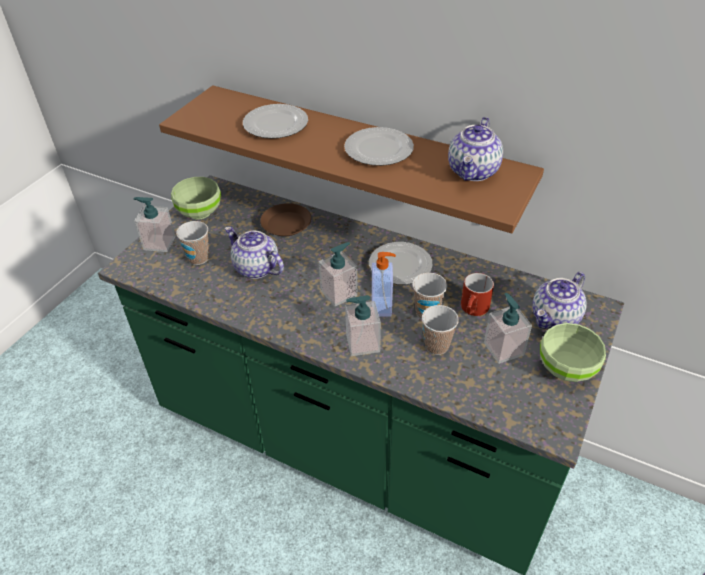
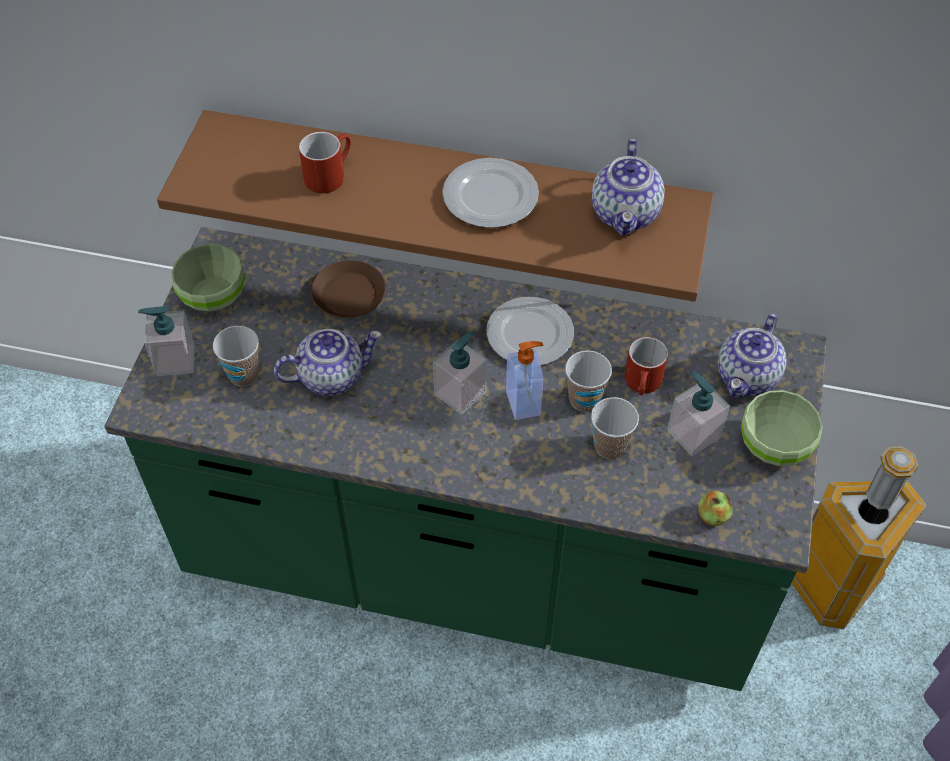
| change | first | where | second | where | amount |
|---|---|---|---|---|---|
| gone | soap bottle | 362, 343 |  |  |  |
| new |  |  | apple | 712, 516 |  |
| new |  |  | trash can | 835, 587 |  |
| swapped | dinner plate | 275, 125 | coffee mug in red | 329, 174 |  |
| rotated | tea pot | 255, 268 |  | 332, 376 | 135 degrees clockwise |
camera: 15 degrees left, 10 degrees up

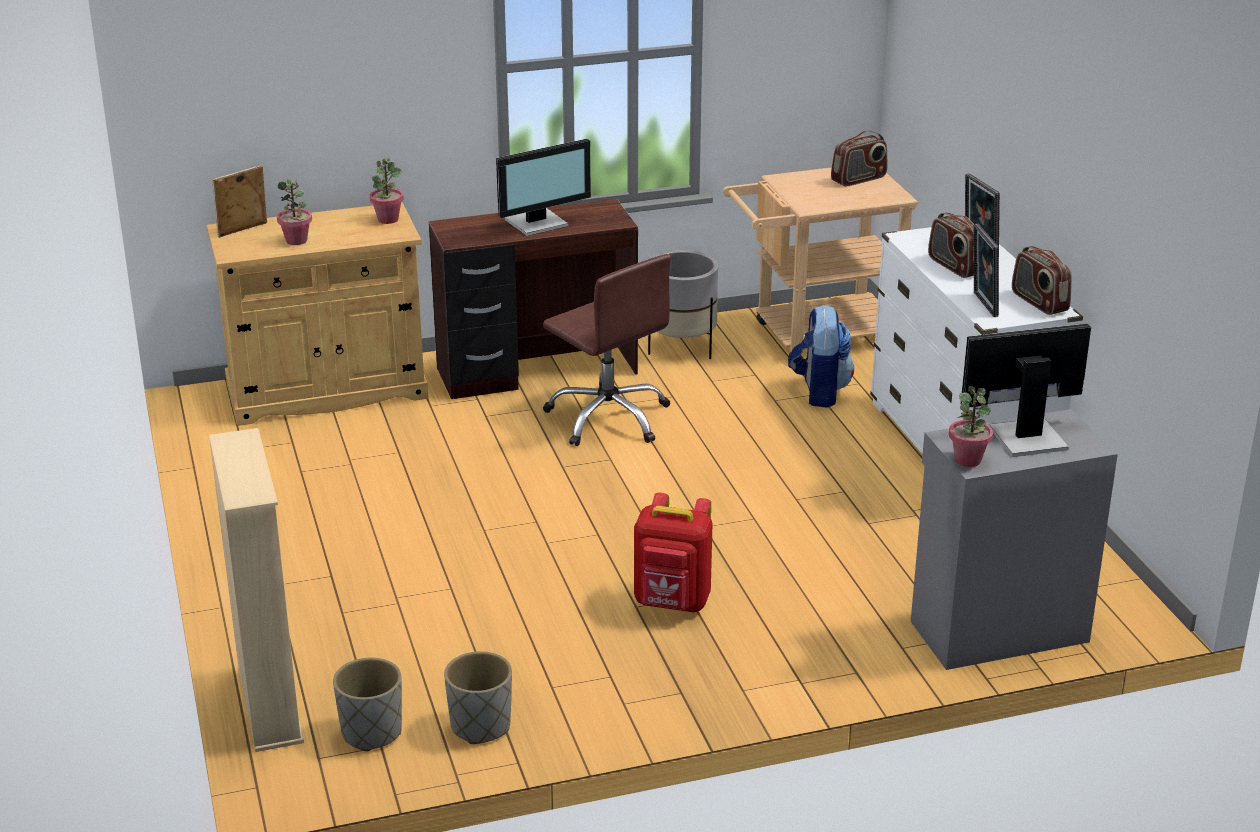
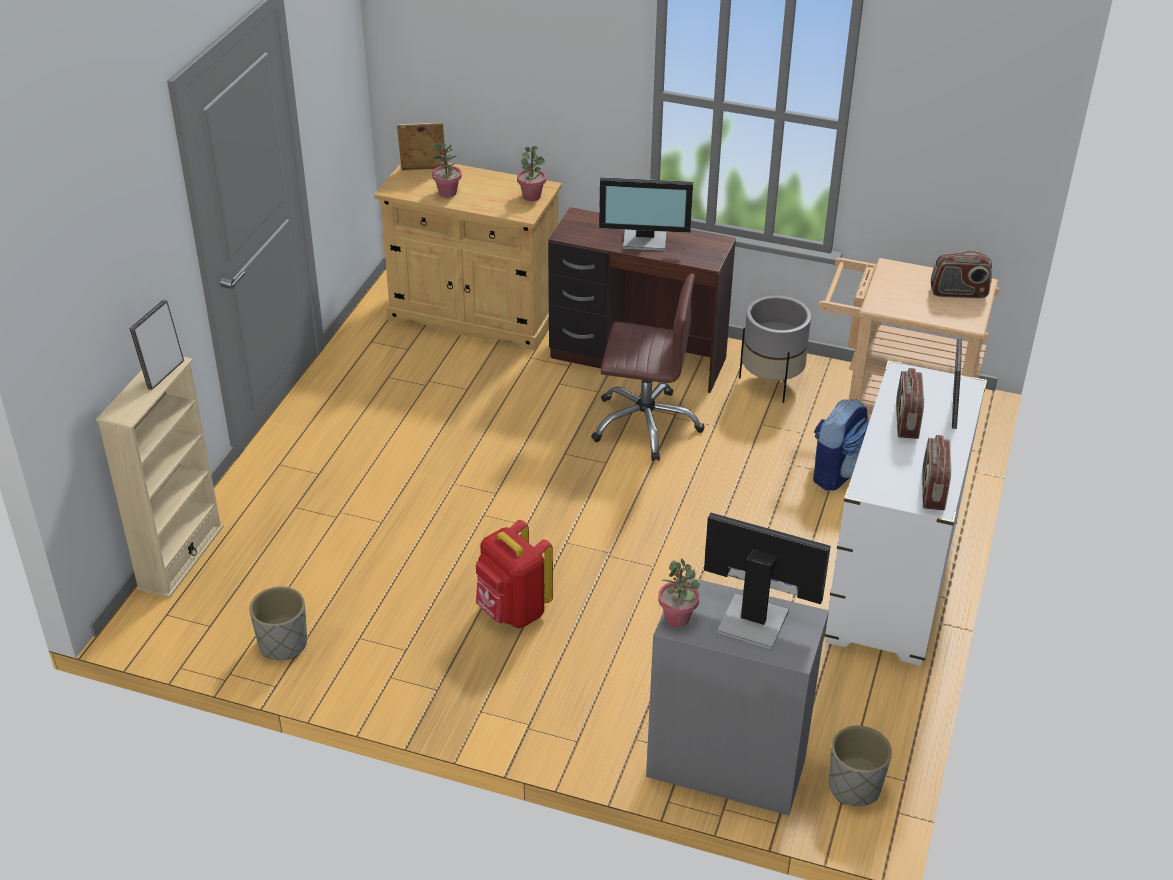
| change | first | where | second | where | amount |
|---|---|---|---|---|---|
| shifted | flower pot in grey | 372, 732 |  | 854, 787 |  |
| shifted | standing frame | 982, 305 |  | 163, 374 |  |
| rotated | computer chair in brown | 609, 417 |  | 645, 424 | 75 degrees counterclockwise |
camera: 35 degrees right, 10 degrees up

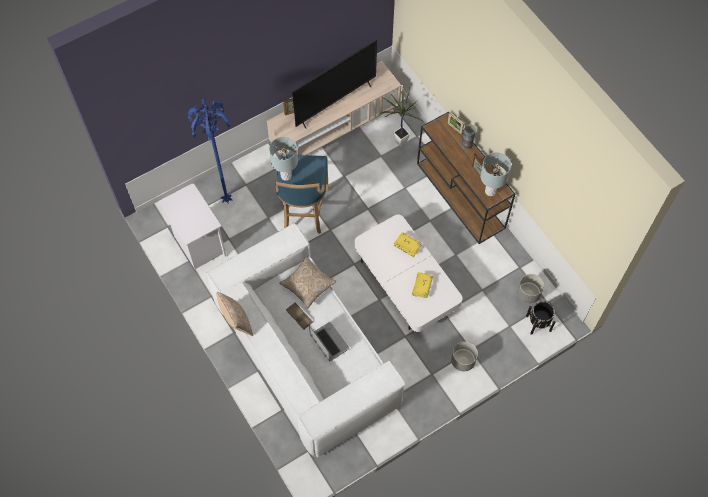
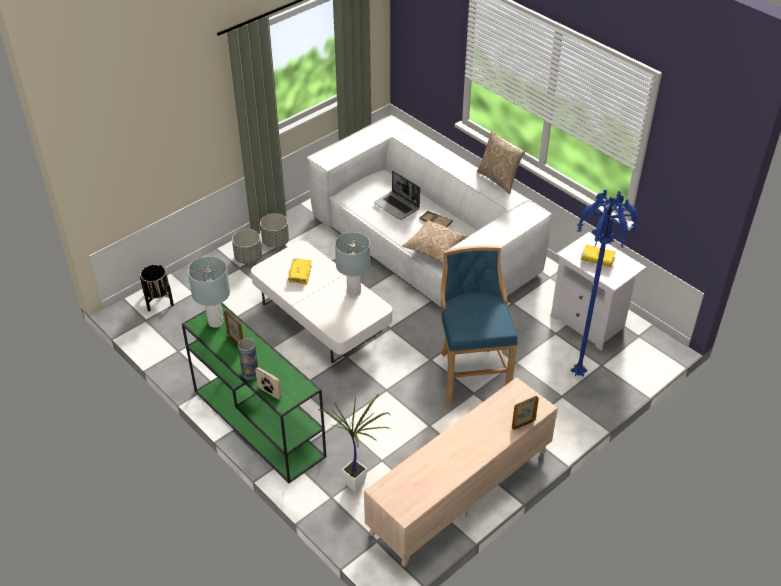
| change | first | where | second | where | amount |
|---|---|---|---|---|---|
| gone | television | 335, 103 |  |  |  |
| shifted | table lamp in grey | 286, 176 |  | 354, 292 |  |
| shifted | bound book in yellowish | 407, 246 |  | 597, 259 |  |
| shifted | flower pot in grey | 528, 294 |  | 276, 241 |  |
| repainted | console table in brown | 461, 196 | console table in green | 257, 422 |  |
camera: 170 degrees right, 20 degrees down

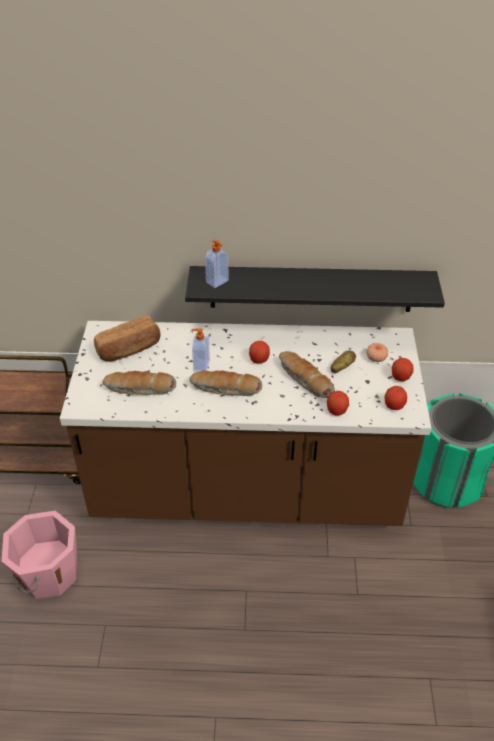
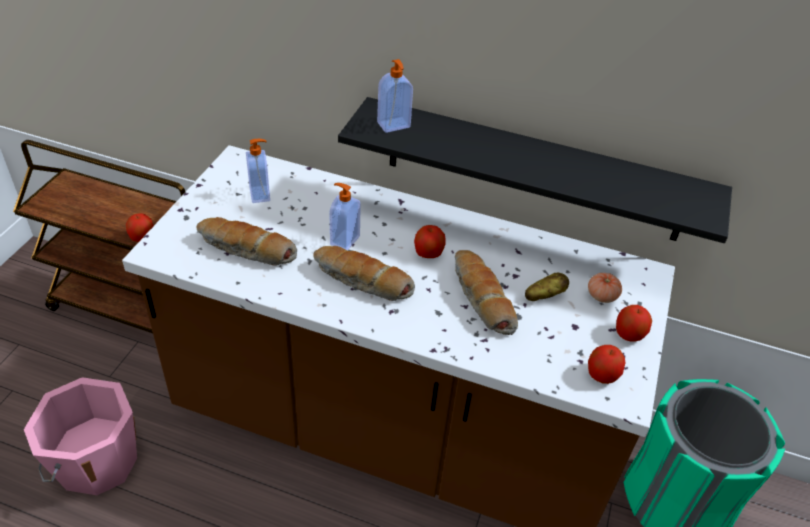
| change | first | where | second | where | amount |
|---|---|---|---|---|---|
| shifted | apple | 336, 411 |  | 142, 237 |  |
| swapped | bakery bread | 129, 349 | soap bottle | 261, 194 |  |
camera: 15 degrees right, 0 degrees up

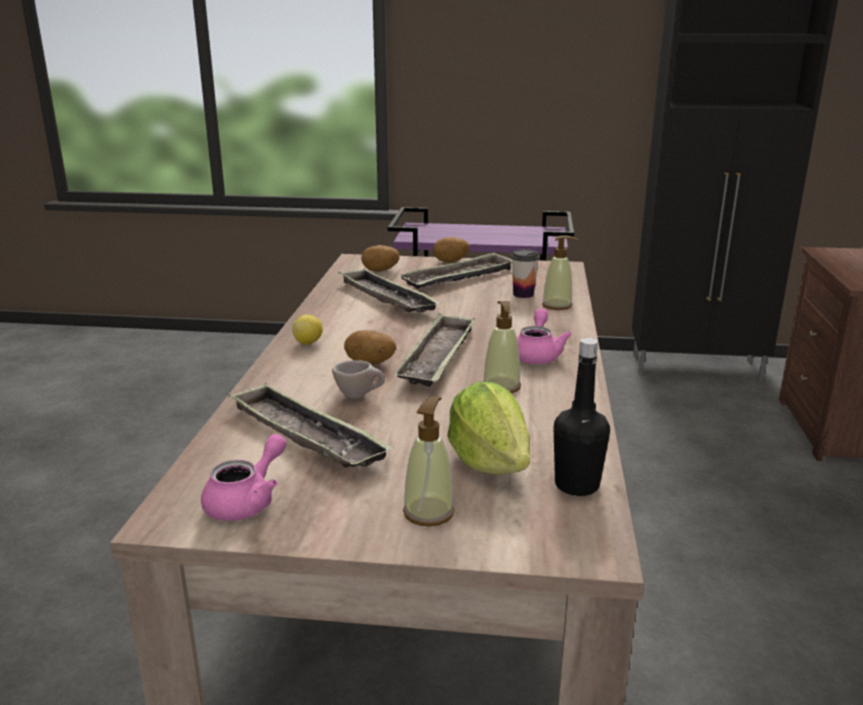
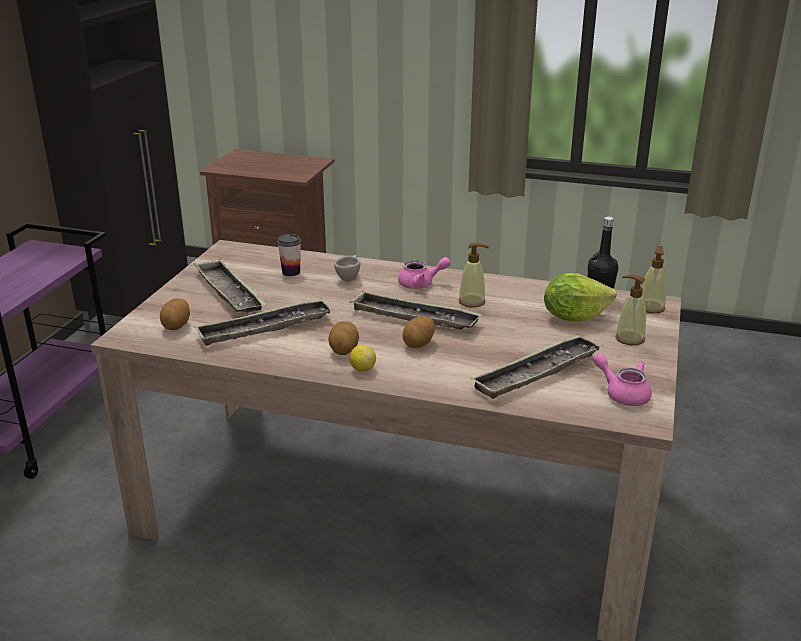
| change | first | where | second | where | amount |
|---|---|---|---|---|---|
| shifted | drinking cup in sand-coloured | 359, 396 |  | 349, 278 |  |
| shifted | whole potato | 451, 261 |  | 344, 350 |  |
| shifted | soap bottle | 557, 305 |  | 651, 307 |  |
| rotated | tea pot in pink | 537, 355 |  | 421, 284 | 150 degrees clockwise |
camera: 80 degrees left, 5 degrees up

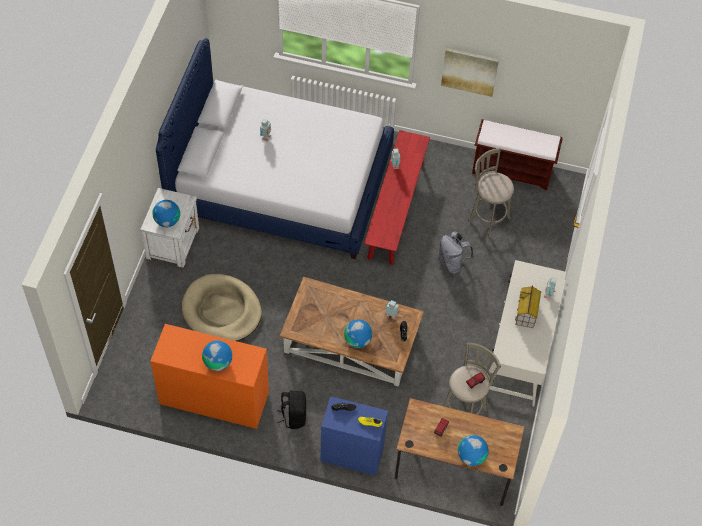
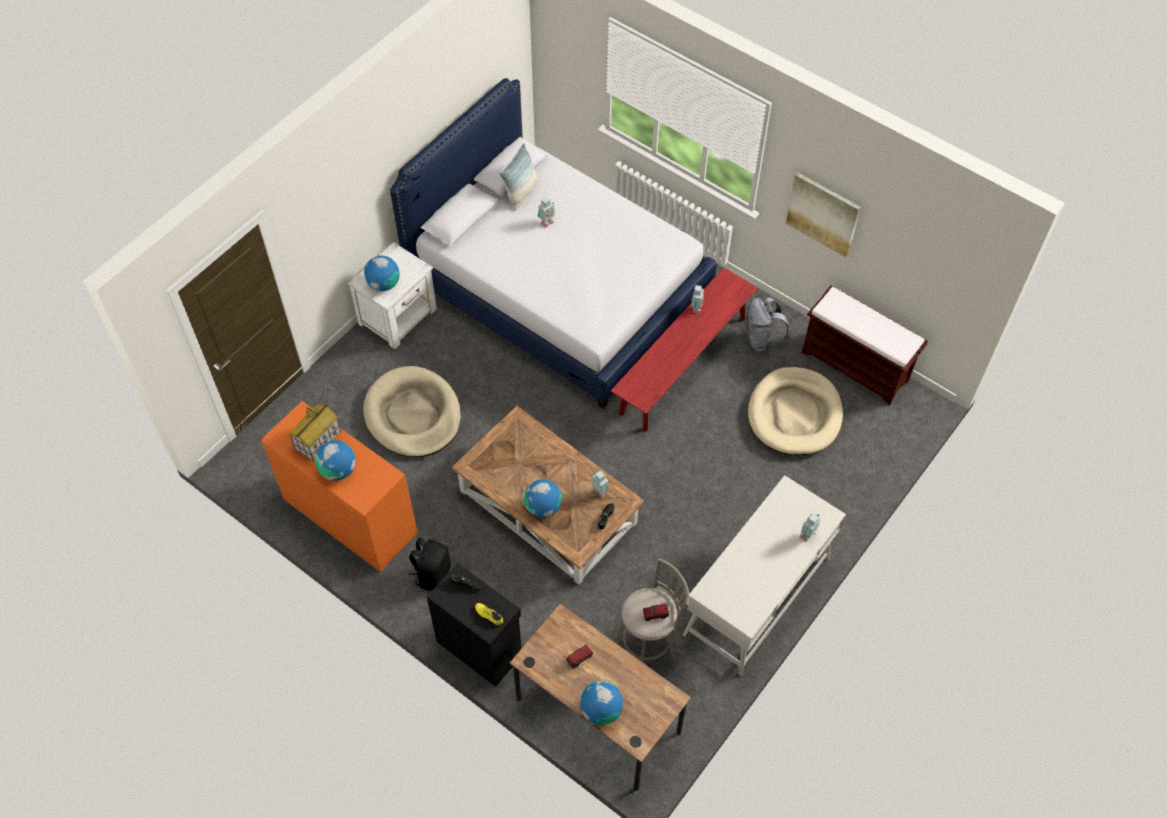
| change | first | where | second | where | amount |
|---|---|---|---|---|---|
| new |  |  | pillow | 521, 193 |  |
| shifted | backpack in grey | 452, 263 |  | 761, 339 |  |
| shifted | miniature house | 526, 313 |  | 318, 441 |  |
| swapped | stool in grey | 487, 218 | dog cushion in sand-coloured | 794, 414 |  |
| repainted | cabinet in blue | 352, 453 | cabinet in black-coloured | 479, 647 |  |
camera: 25 degrees right, 0 degrees up

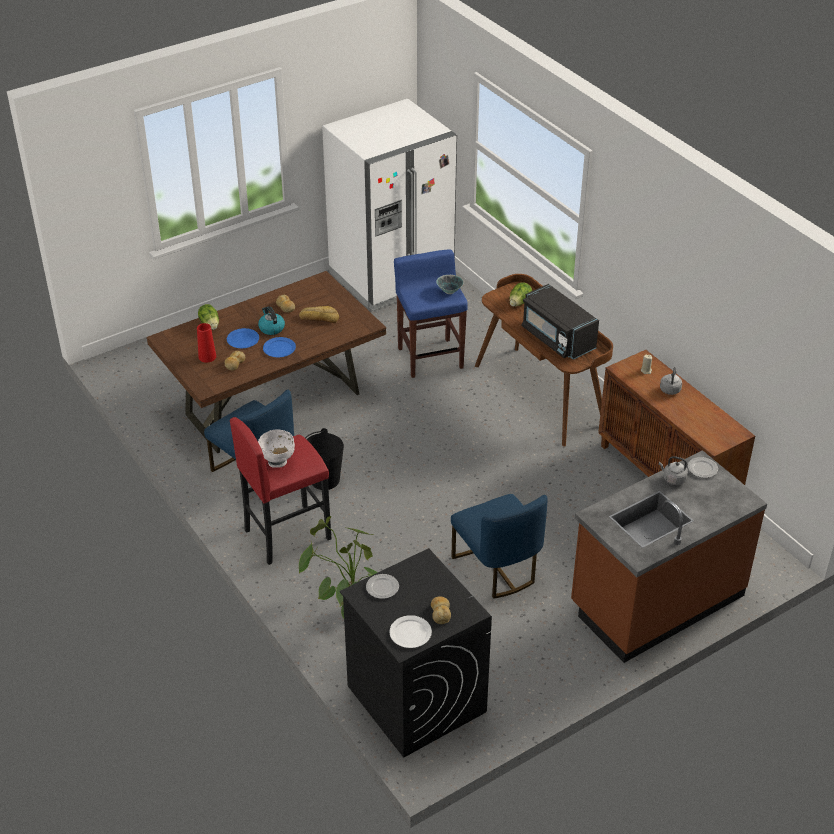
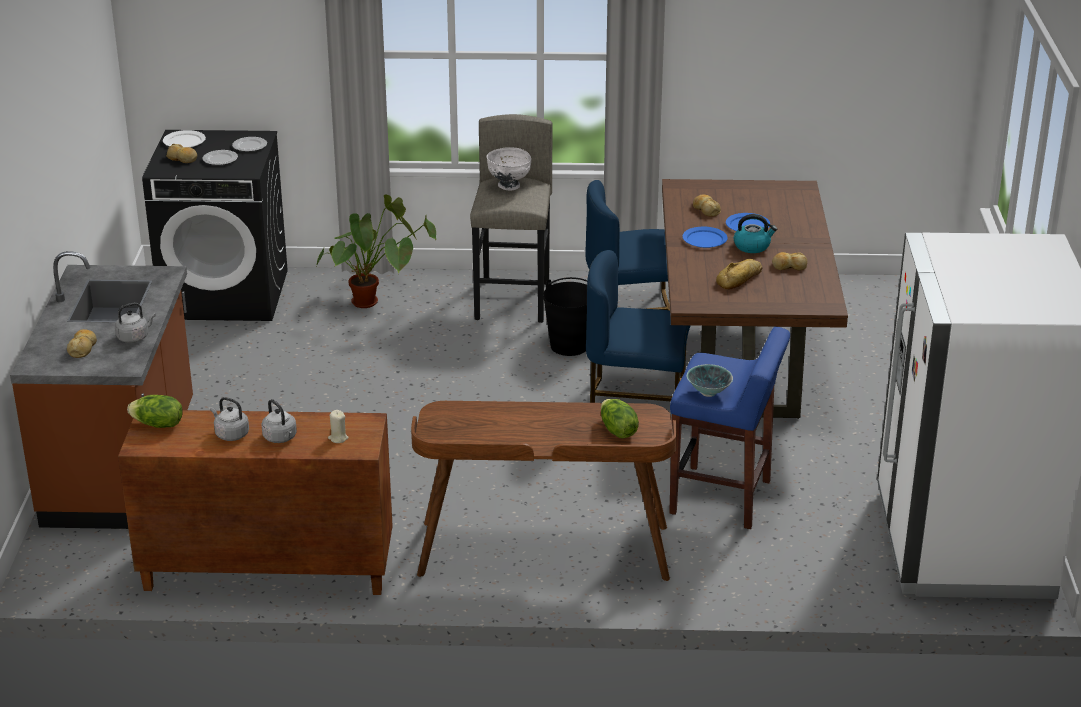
| change | first | where | second | where | amount |
|---|---|---|---|---|---|
| gone | flower vase in red | 207, 357 |  |  |  |
| gone | kitchen microwave in black-coloured | 557, 338 |  |  |  |
| new |  |  | bakery bread | 83, 348 |  |
| new |  |  | tea kettle in grey | 230, 434 |  |
| shifted | lettuce | 210, 324 |  | 158, 425 |  |
| shifted | chair in blue | 497, 568 |  | 636, 397 |  |
| shifted | dinner plate | 702, 469 |  | 220, 159 |  |
| repainted | stool in red | 287, 534 | stool in grey | 513, 301 |  |
camera: 125 degrees right, 10 degrees down

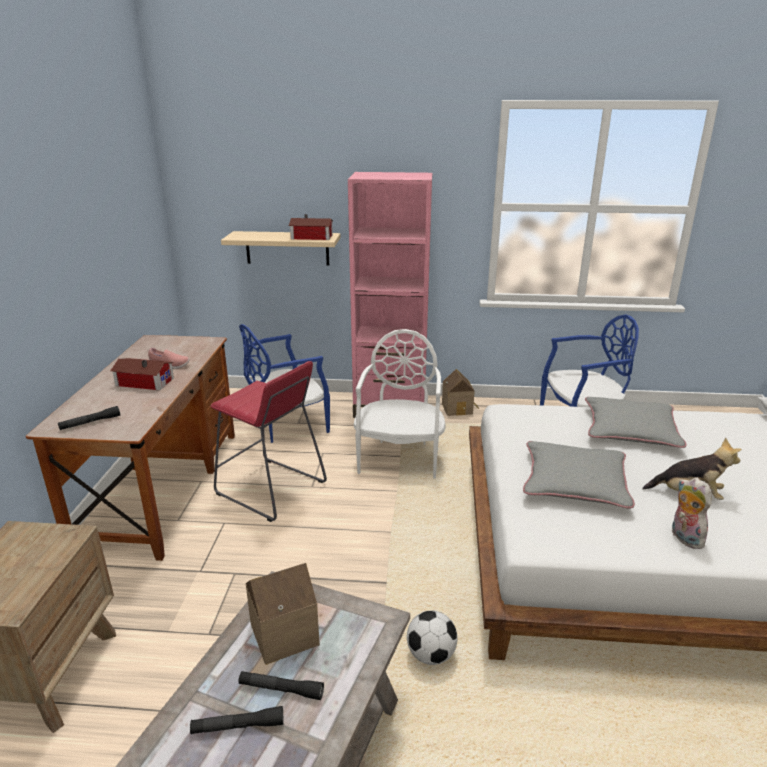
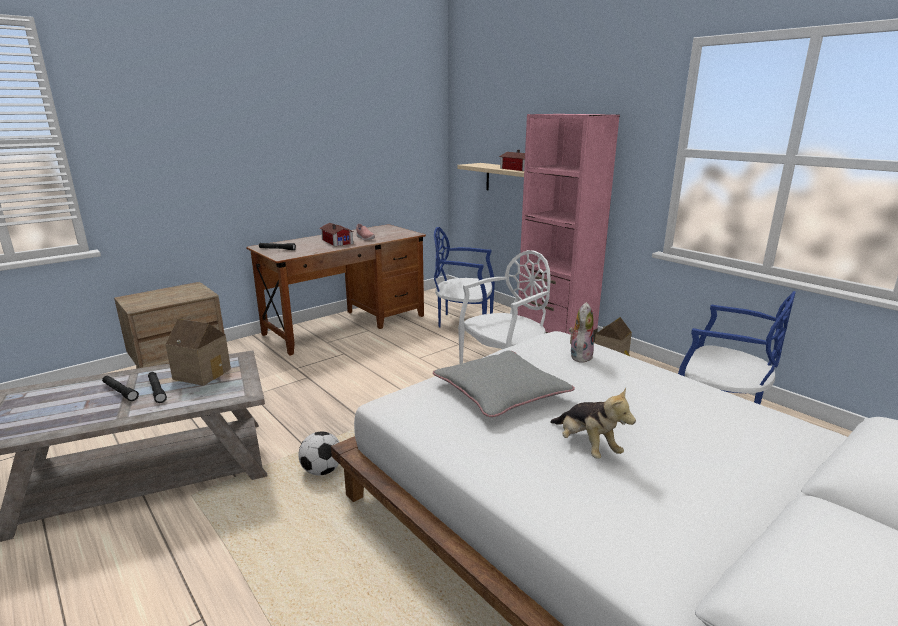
| change | first | where | second | where | amount |
|---|---|---|---|---|---|
| gone | stool in red | 270, 489 |  |  |  |
| gone | pillow in grey | 630, 430 |  |  |  |
| shifted | soft toy | 684, 537 |  | 579, 356 |  |
camera: 45 degrees right, 5 degrees down

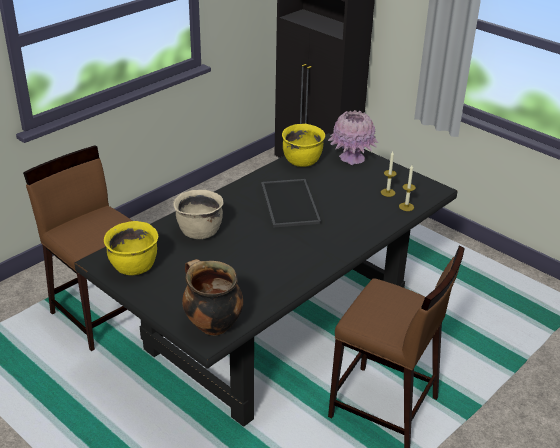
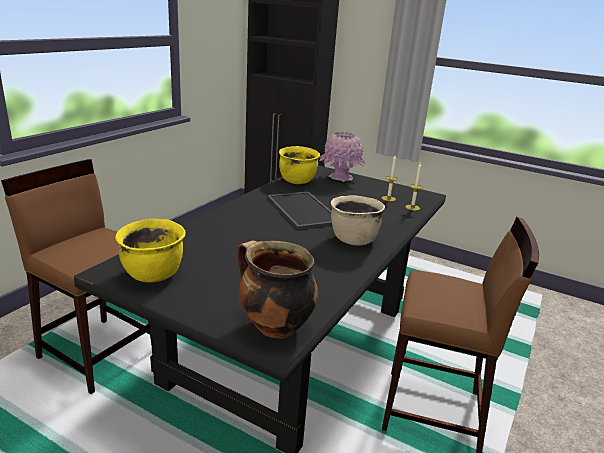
| change | first | where | second | where | amount |
|---|---|---|---|---|---|
| shifted | stockpot in sand-coloured | 199, 231 |  | 353, 239 |  |
camera: 15 degrees left, 10 degrees down

